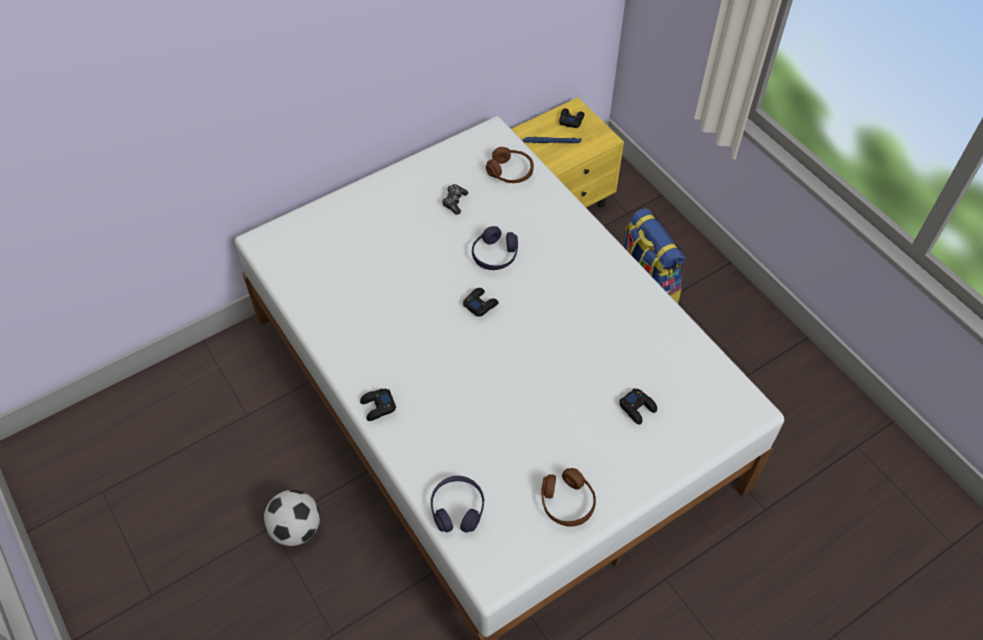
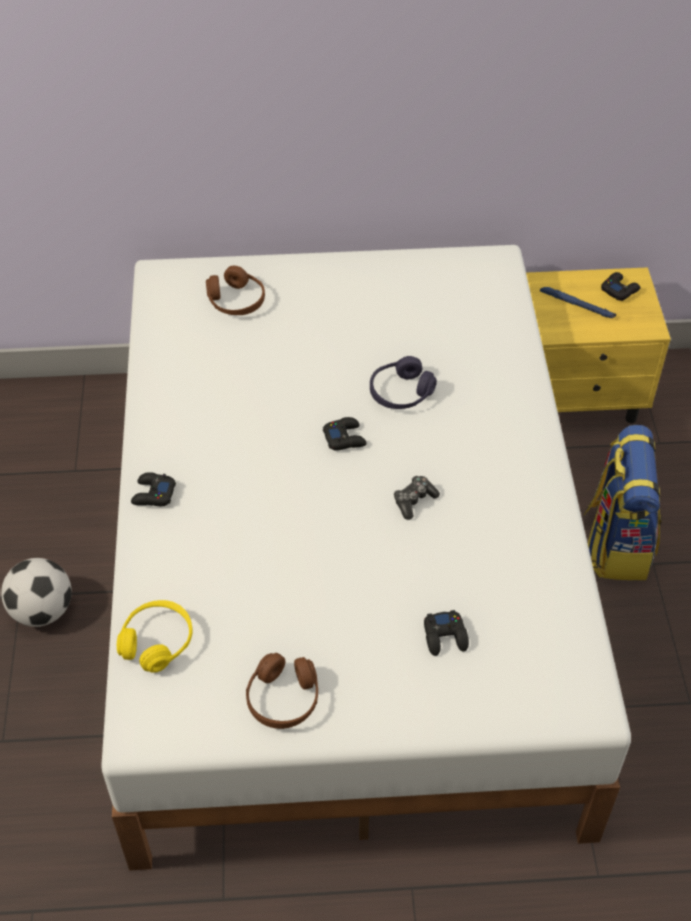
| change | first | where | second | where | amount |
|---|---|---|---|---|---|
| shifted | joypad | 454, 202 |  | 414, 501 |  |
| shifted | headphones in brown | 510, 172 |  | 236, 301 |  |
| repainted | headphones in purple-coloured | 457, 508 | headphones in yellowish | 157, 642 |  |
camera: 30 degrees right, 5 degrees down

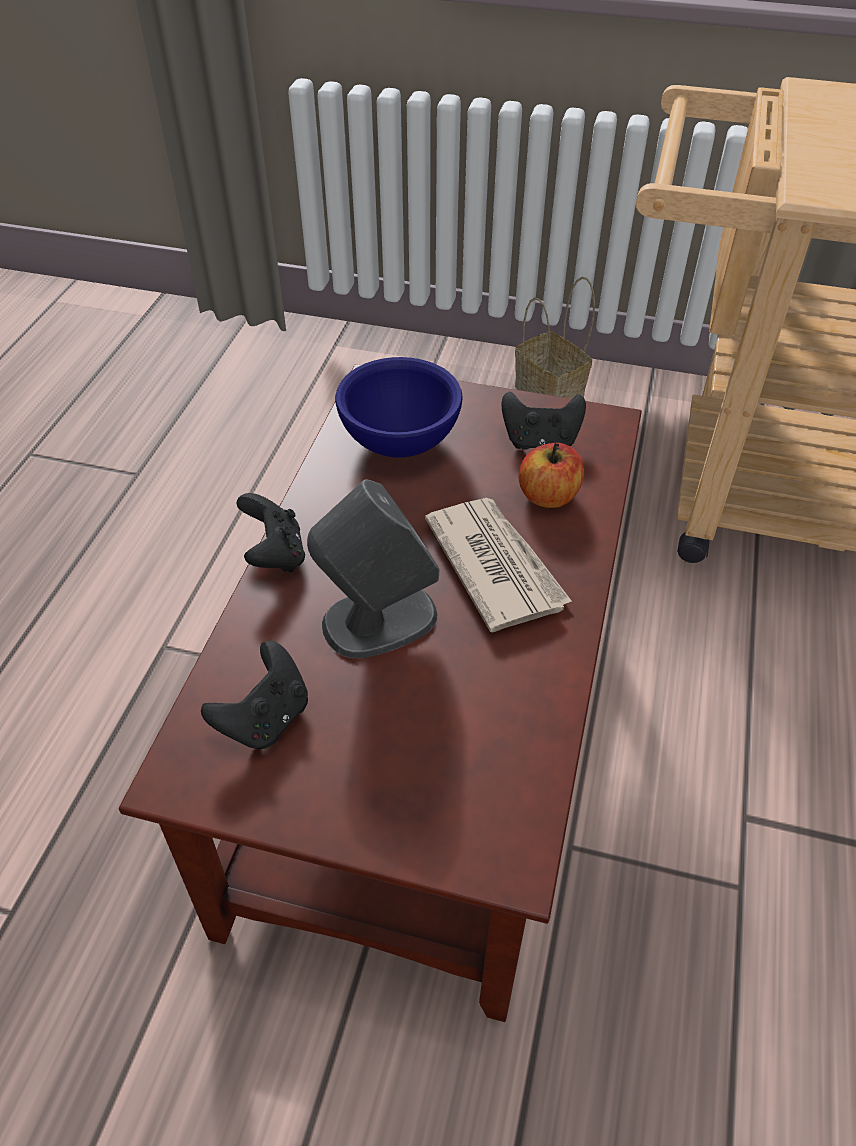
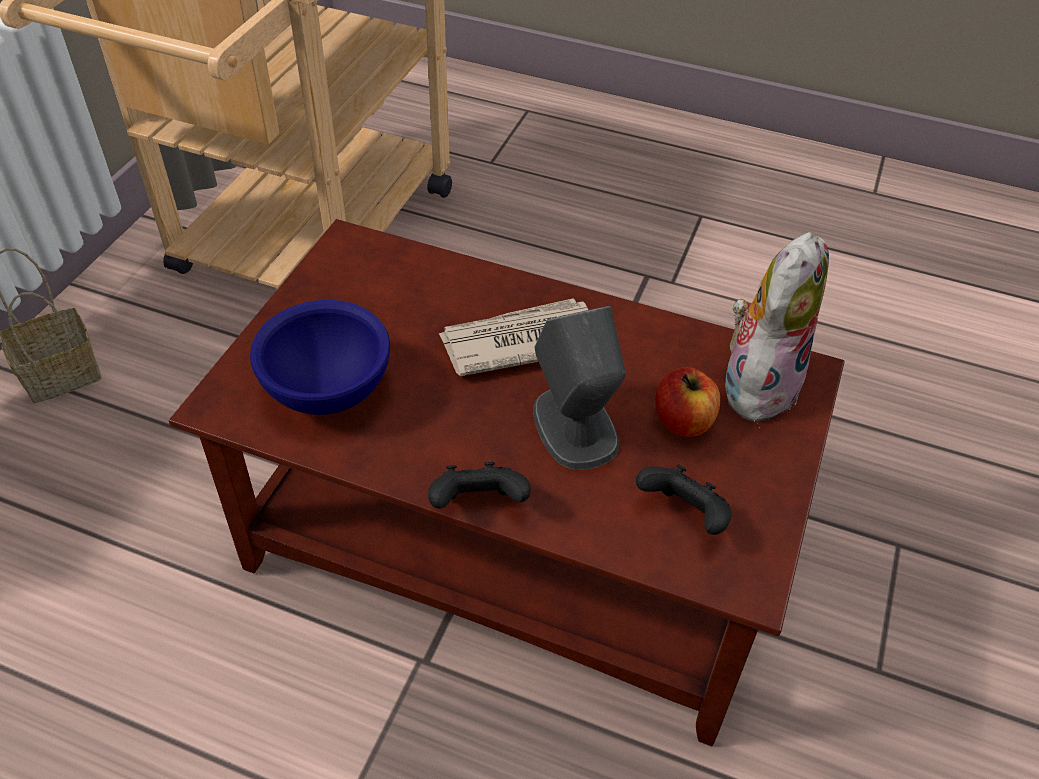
| change | first | where | second | where | amount |
|---|---|---|---|---|---|
| gone | joypad in black-coloured | 540, 442 |  |  |  |
| new |  |  | soft toy | 757, 383 |  |
| shifted | apple | 548, 496 |  | 683, 421 |  |
camera: 85 degrees left, 0 degrees up

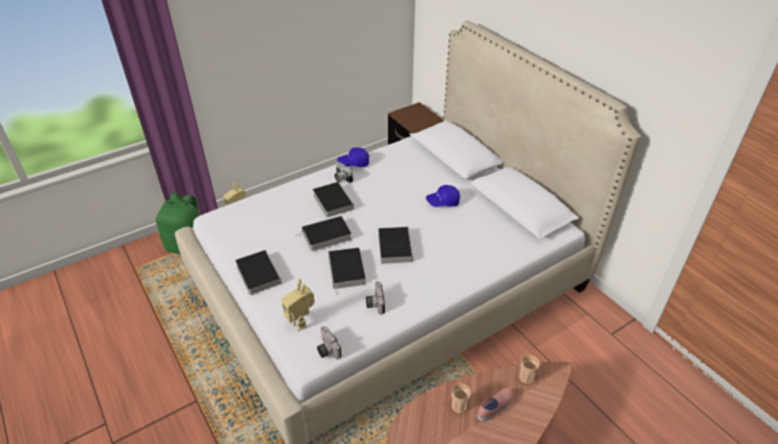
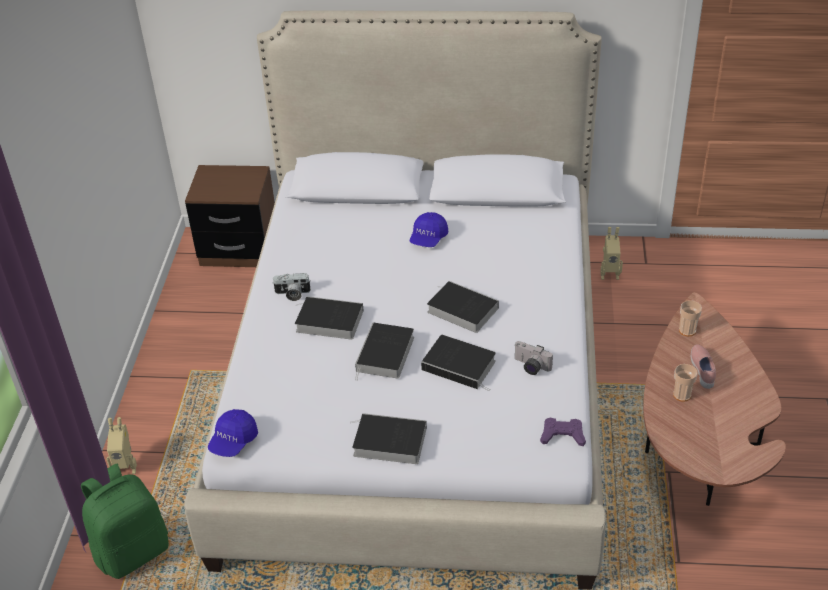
| change | first | where | second | where | amount |
|---|---|---|---|---|---|
| shifted | robot figure | 301, 321 |  | 609, 274 |  |
| shifted | cap in blue | 353, 163 |  | 233, 441 |  |
| swapped | photo camera | 326, 349 | joypad in purple-coloured | 562, 435 |  |
camera: 50 degrees left, 0 degrees up

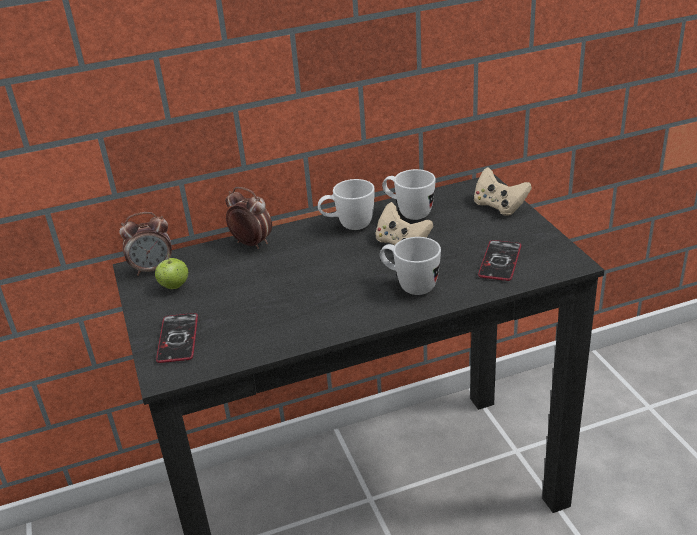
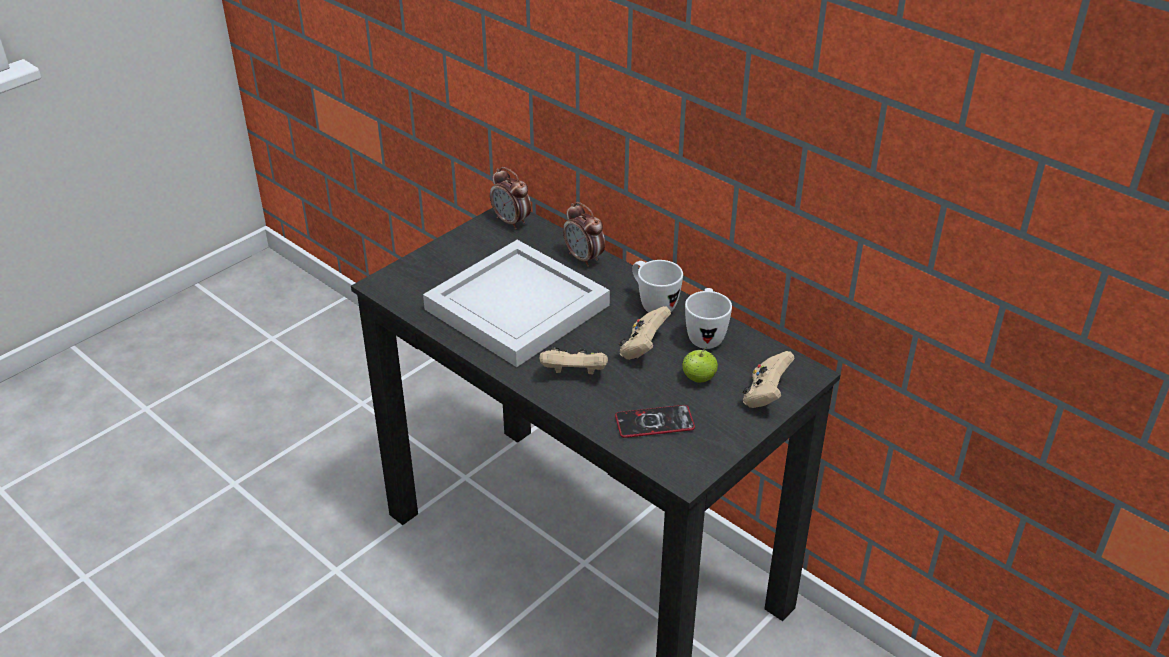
| change | first | where | second | where | amount |
|---|---|---|---|---|---|
| gone | telephone | 178, 339 |  |  |  |
| new |  |  | carrying tray in white-coloured | 517, 309 |  |
| shifted | apple | 174, 286 |  | 698, 379 |  |
| swapped | coffee mug in white-coloured | 409, 286 | joypad in sand-coloured | 574, 374 |  |
| rotated | bedside clock | 252, 243 |  | 584, 258 | 135 degrees clockwise |
camera: 60 degrees right, 5 degrees up

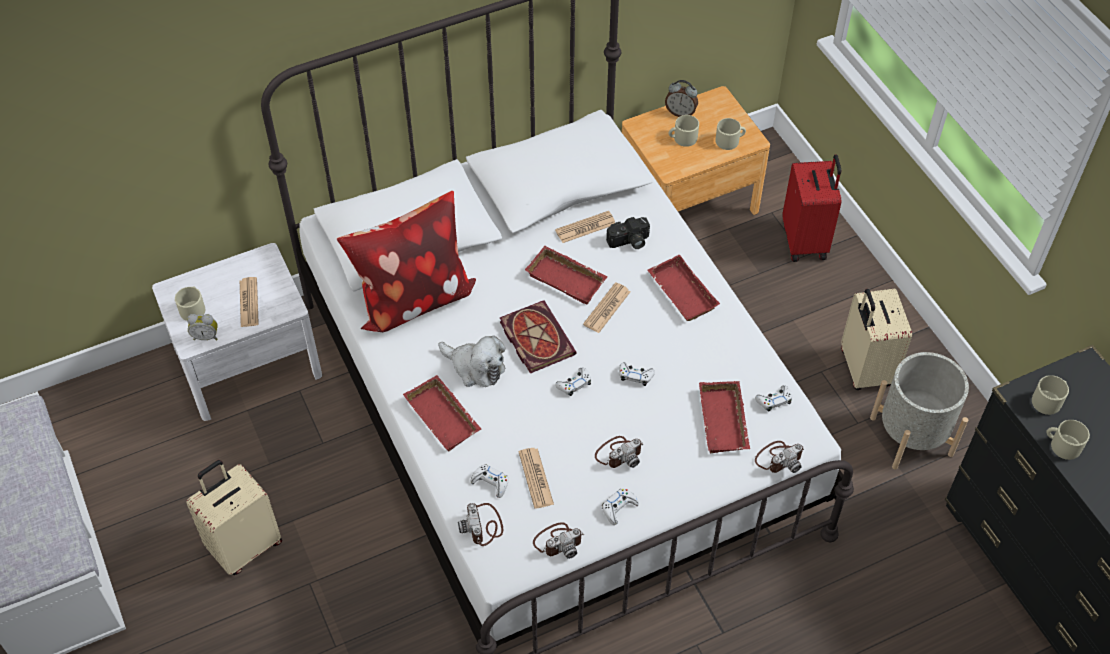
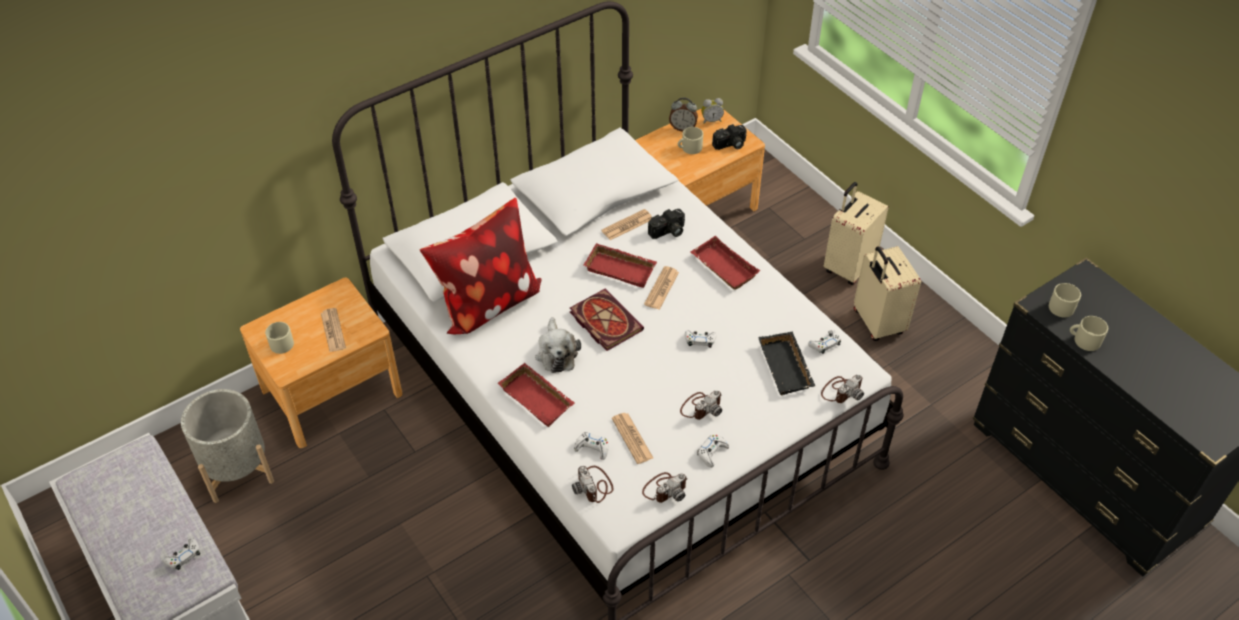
| change | first | where | second | where | amount |
|---|---|---|---|---|---|
| gone | piece of luggage in red | 806, 241 |  |  |  |
| shifted | piece of luggage in sand-coloured | 244, 545 |  | 848, 267 |  |
| shifted | bedside clock | 206, 336 |  | 711, 120 |  |
| shifted | joypad in white-coloured | 574, 384 |  | 184, 556 |  |
| shifted | flower pot in grey | 911, 436 |  | 237, 469 |  |
| swapped | coffee mug in sand-coloured | 730, 140 | photo camera | 730, 145 |  |
| repainted | night table in white-coloured | 248, 362 | night table in brown | 332, 392 |  |
| repainted | carrying tray in red | 725, 422 | carrying tray in black-coloured | 787, 367 |  |
| rotated | soft toy | 475, 367 |  | 556, 353 | 60 degrees clockwise |
camera: 10 degrees left, 5 degrees down

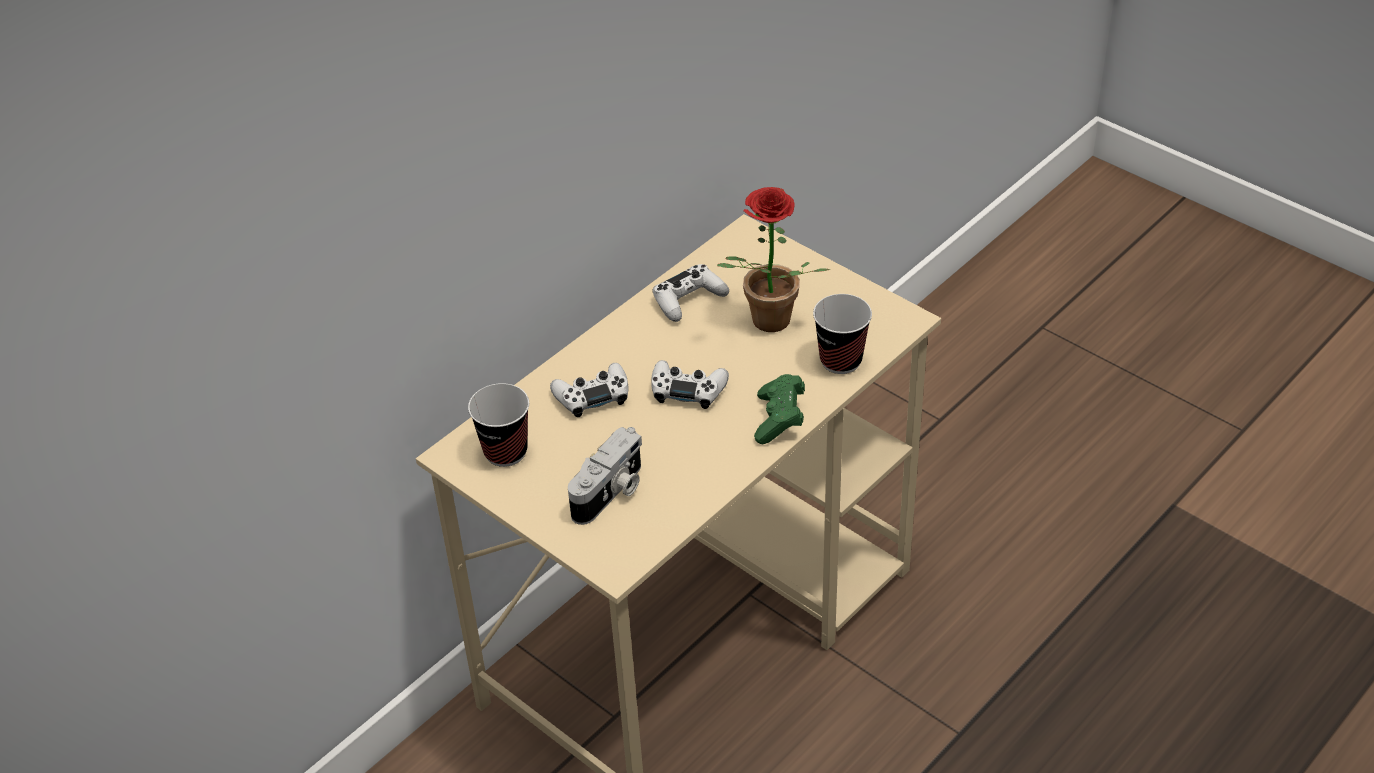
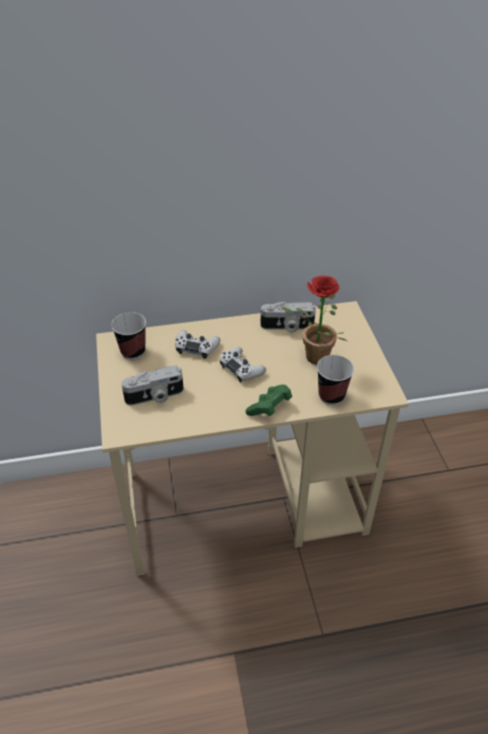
| change | first | where | second | where | amount |
|---|---|---|---|---|---|
| swapped | joypad in white-coloured | 688, 300 | photo camera | 287, 327 |  |
camera: 35 degrees right, 0 degrees up

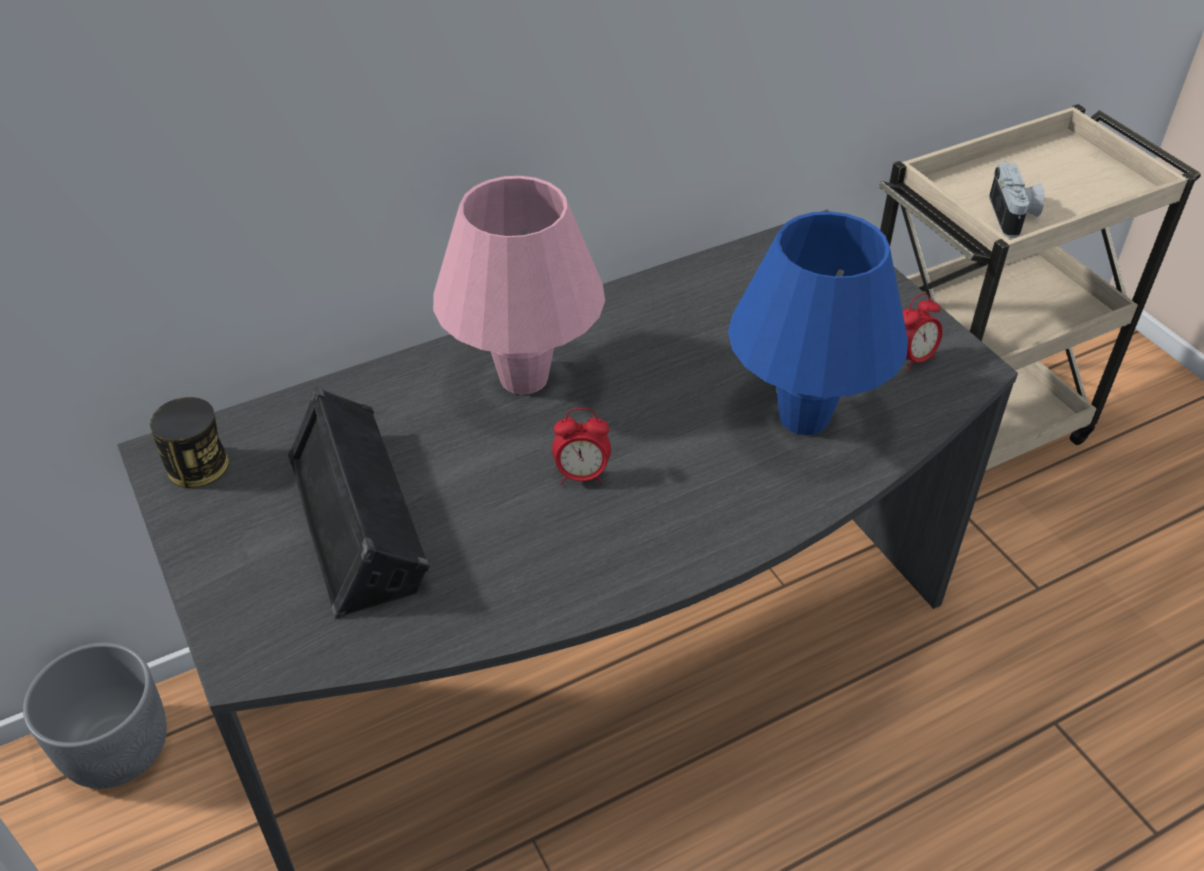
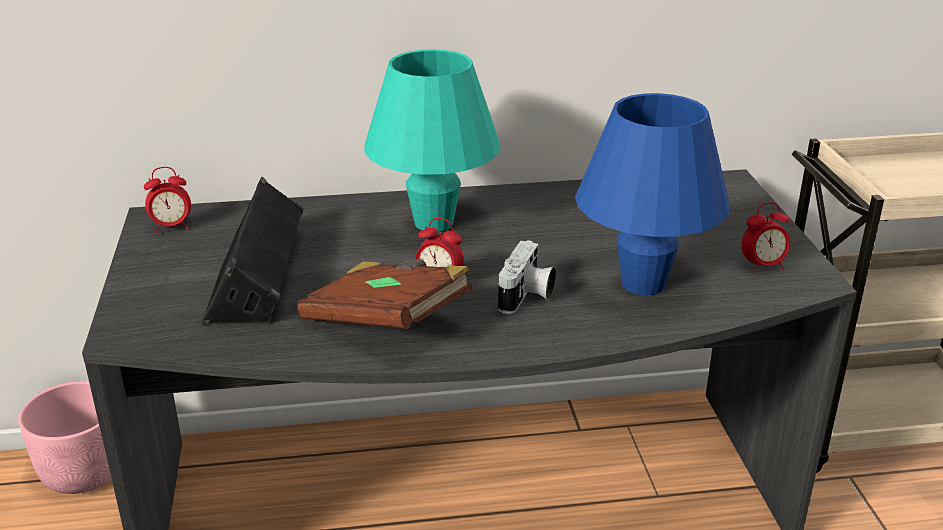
| change | first | where | second | where | amount |
|---|---|---|---|---|---|
| new |  |  | bound book in brown | 386, 321 |  |
| shifted | photo camera | 1014, 216 |  | 527, 296 |  |
| swapped | sealed can | 198, 466 | bedside clock | 171, 227 |  |
| repainted | flower pot in grey | 117, 747 | flower pot in pink | 84, 471 |  |
| repainted | table lamp in pink | 524, 378 | table lamp in turquoise-coloured | 434, 222 |  |
camera: 20 degrees right, 15 degrees down

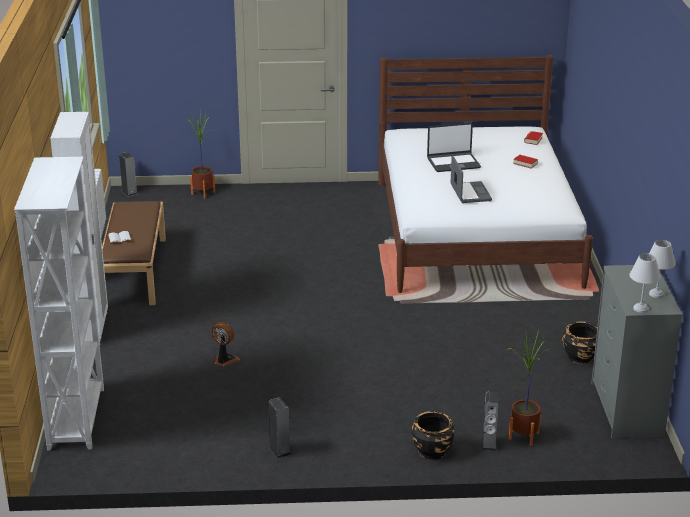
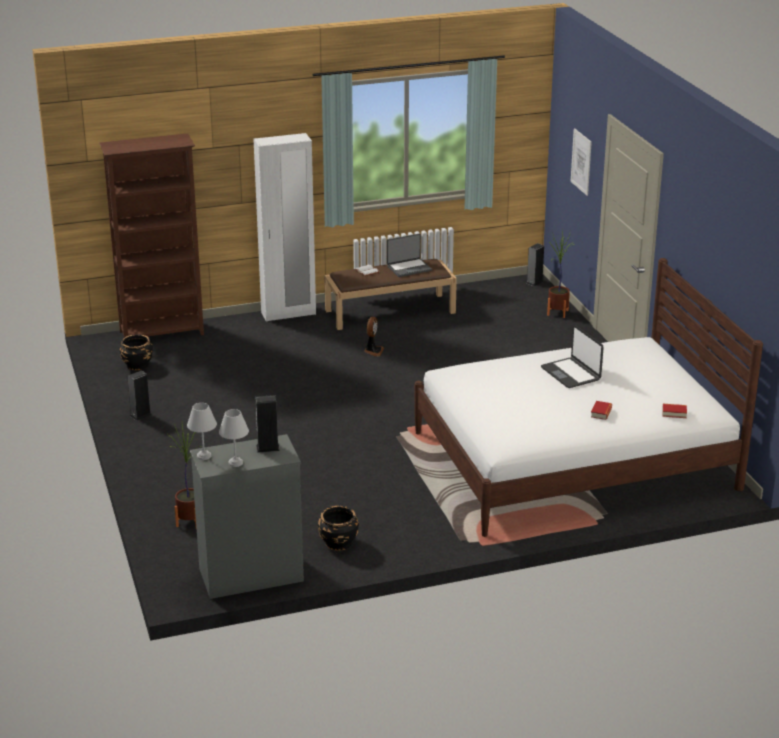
| change | first | where | second | where | amount |
|---|---|---|---|---|---|
| new |  |  | picture | 581, 161 |  |
| shifted | fan | 224, 360 |  | 373, 351 |  |
| shifted | flower pot in black-coloured | 432, 451 |  | 137, 365 |  |
| shifted | laptop | 469, 193 |  | 409, 268 |  |
| shifted | loudspeaker | 489, 444 |  | 268, 447 |  |
| repainted | bookcase in white-coloured | 78, 418 | bookcase in brown | 162, 333 |  |
camera: 75 degrees right, 0 degrees up

